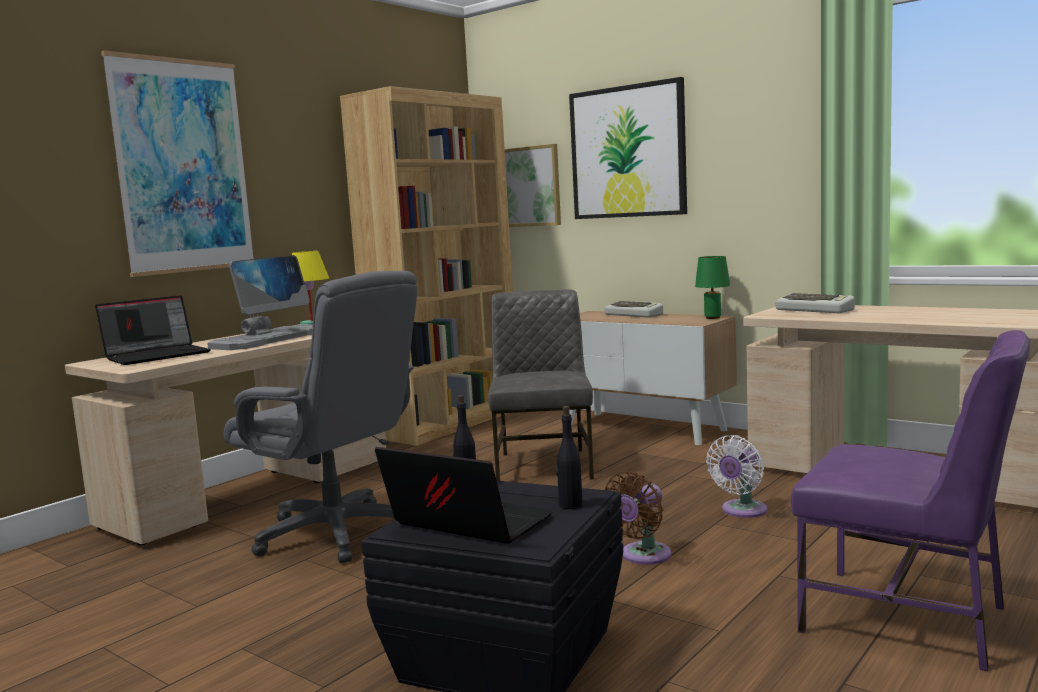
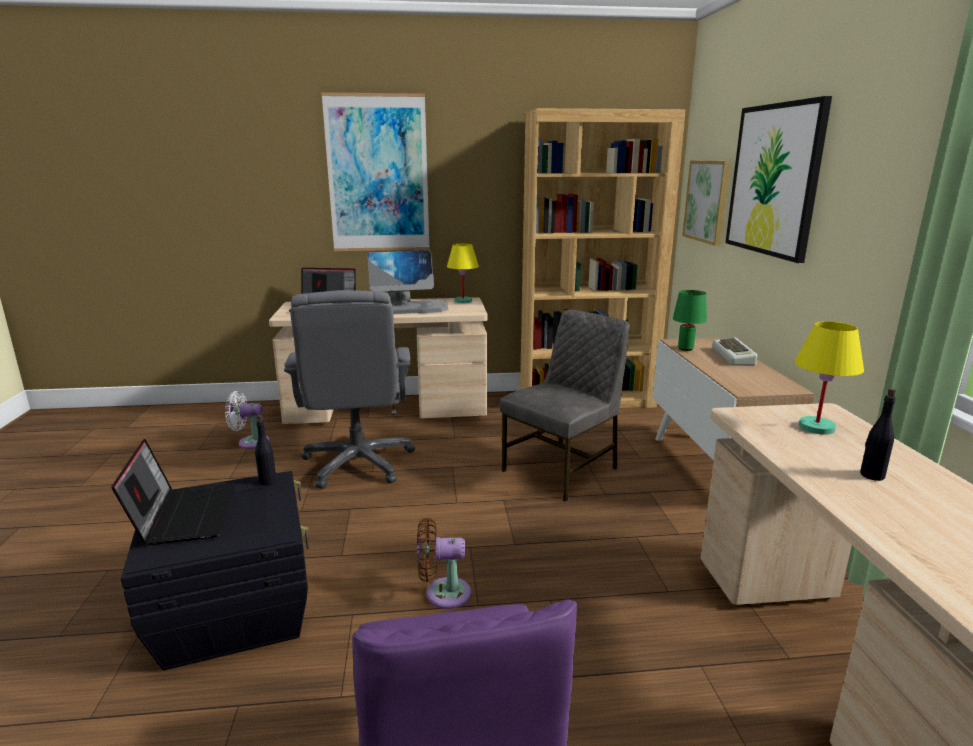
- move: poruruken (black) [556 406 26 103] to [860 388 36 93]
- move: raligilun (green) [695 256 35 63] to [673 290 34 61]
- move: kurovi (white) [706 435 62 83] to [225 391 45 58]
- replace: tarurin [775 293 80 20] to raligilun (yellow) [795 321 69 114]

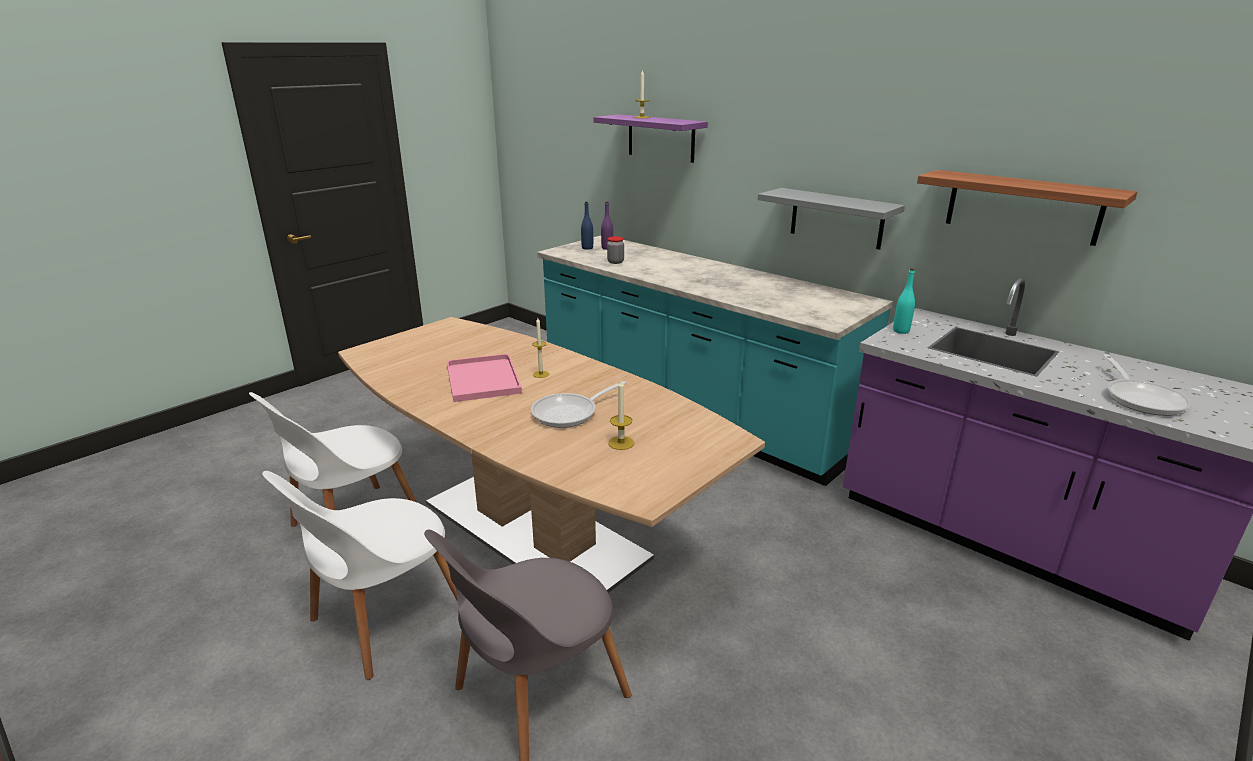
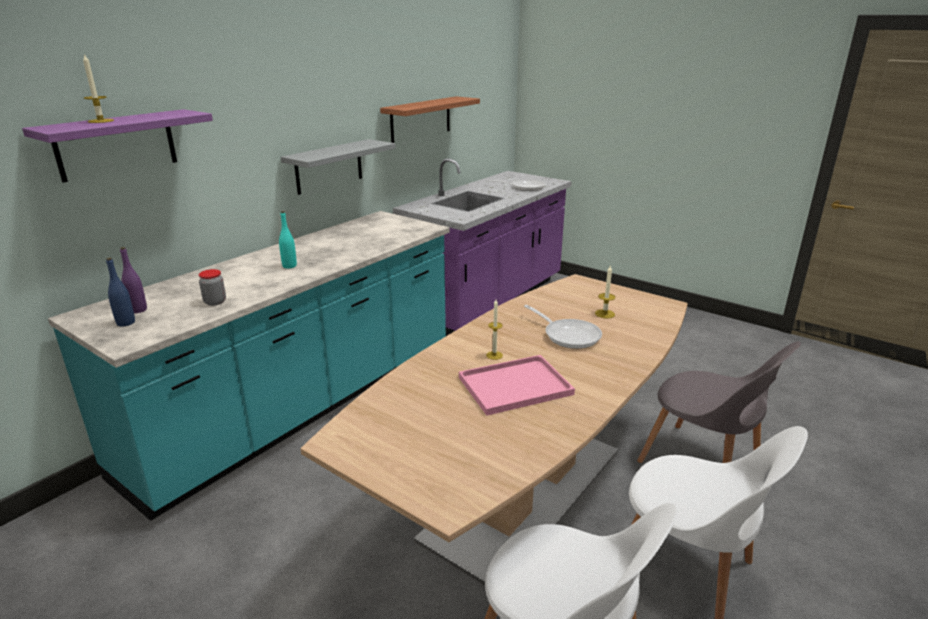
- move: poruruken (turquoise) [893 268 22 66] to [279 211 18 58]

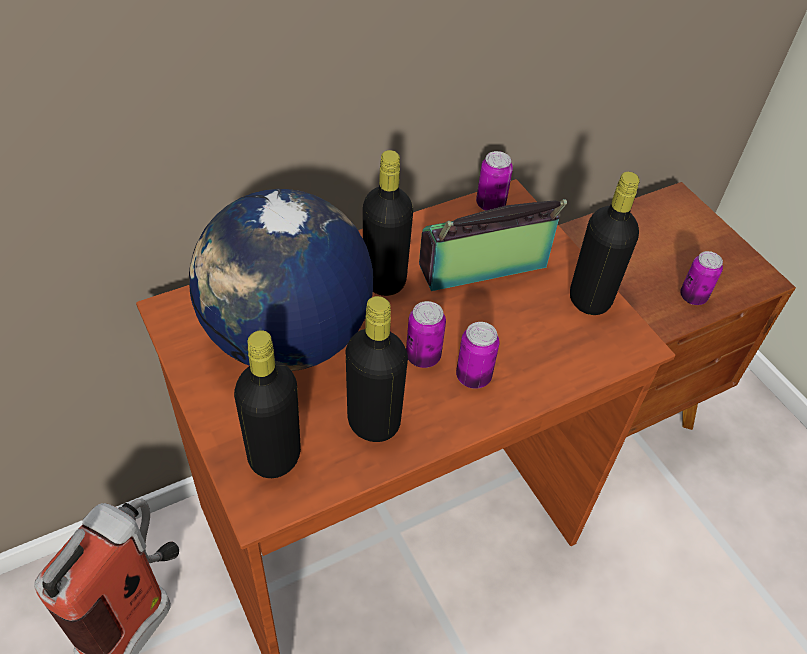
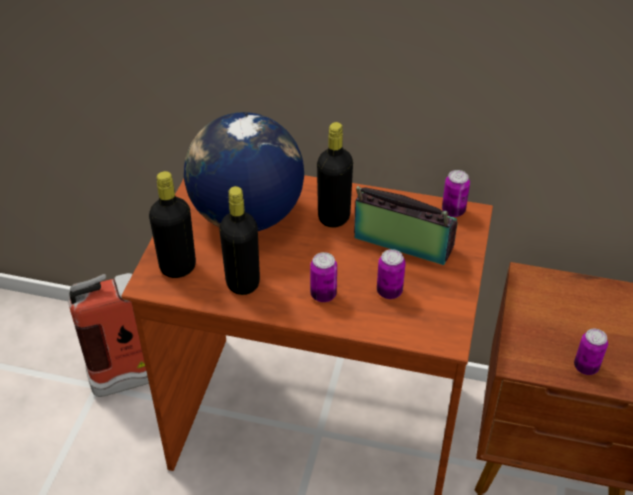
- delete: poruruken (black) [570 172 70 143]
- move: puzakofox [406 301 40 67] to [377 249 29 50]

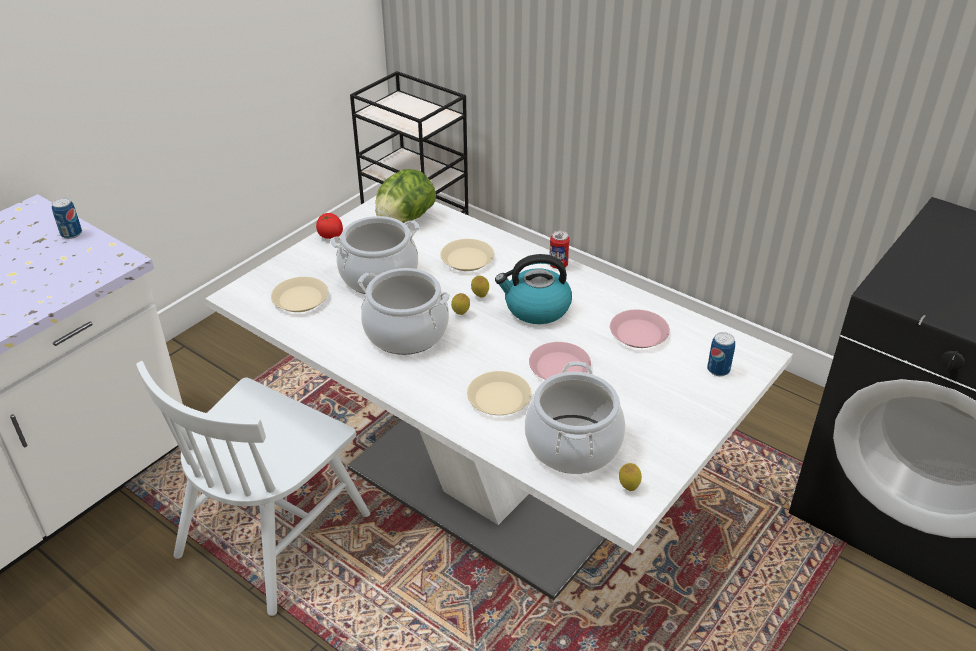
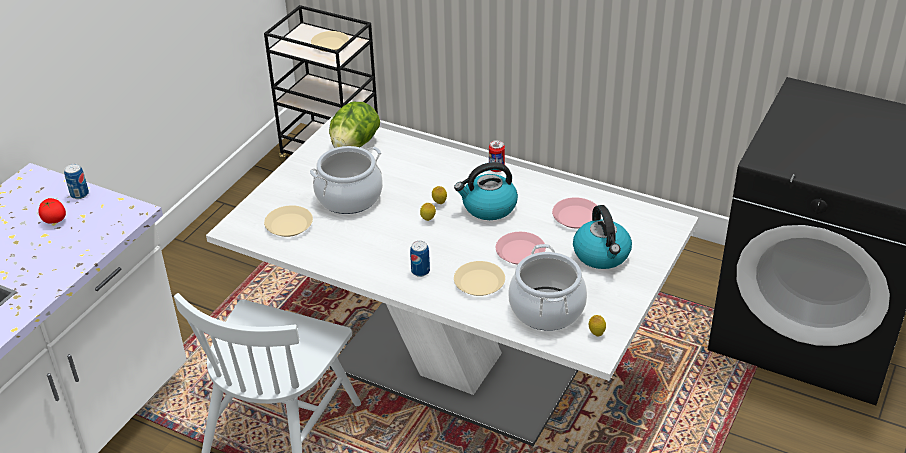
- delete: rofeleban [358 268 92 87]
- insert: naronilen [573 205 59 64]
- move: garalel [316 213 27 26] to [38 198 28 26]
- move: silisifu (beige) [440 239 54 32] to [311 31 38 21]
- move: puzakofox [707 332 28 44] to [410 241 20 36]

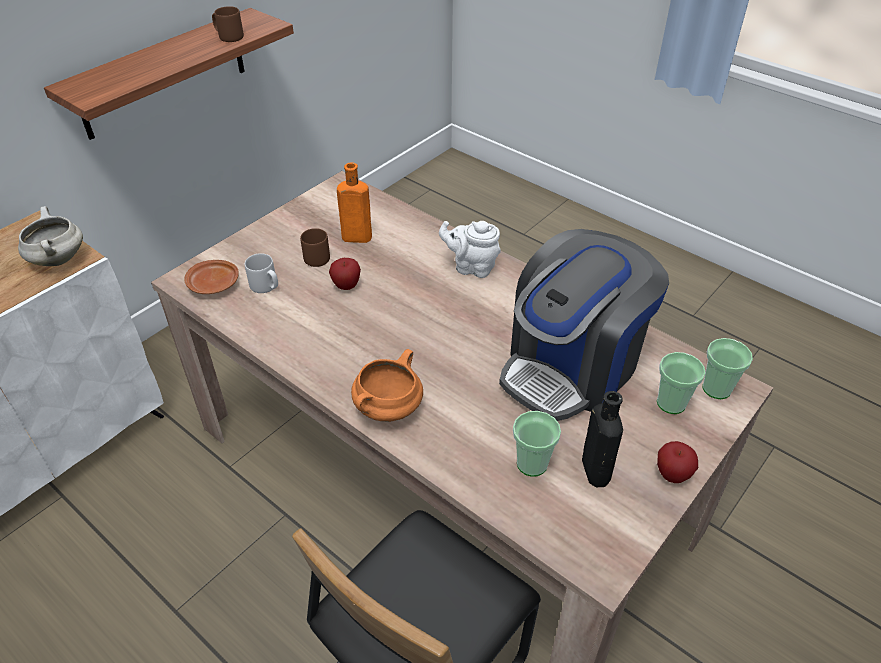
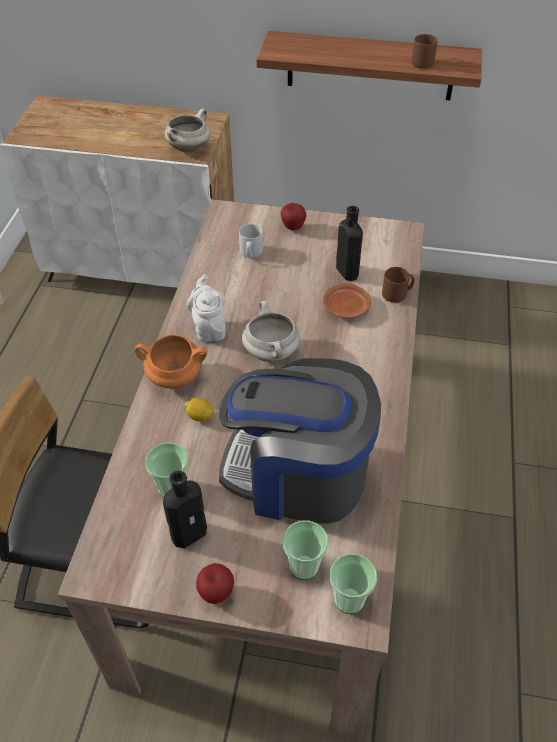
- insert: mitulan [185 398 29 24]
- insert: rofeleban (white) [242 301 58 61]
- move: silisifu (brown) [185 260 54 34] to [323 283 48 35]
- move: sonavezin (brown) [300 228 30 39] to [382 267 33 36]
- move: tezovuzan [329 258 32 32] to [281 203 26 27]
- move: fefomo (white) [439 221 62 57] to [186 275 40 67]
- recolor: poruruken (orange) [337 162 35 81] to poruruken (black) [336 206 27 75]

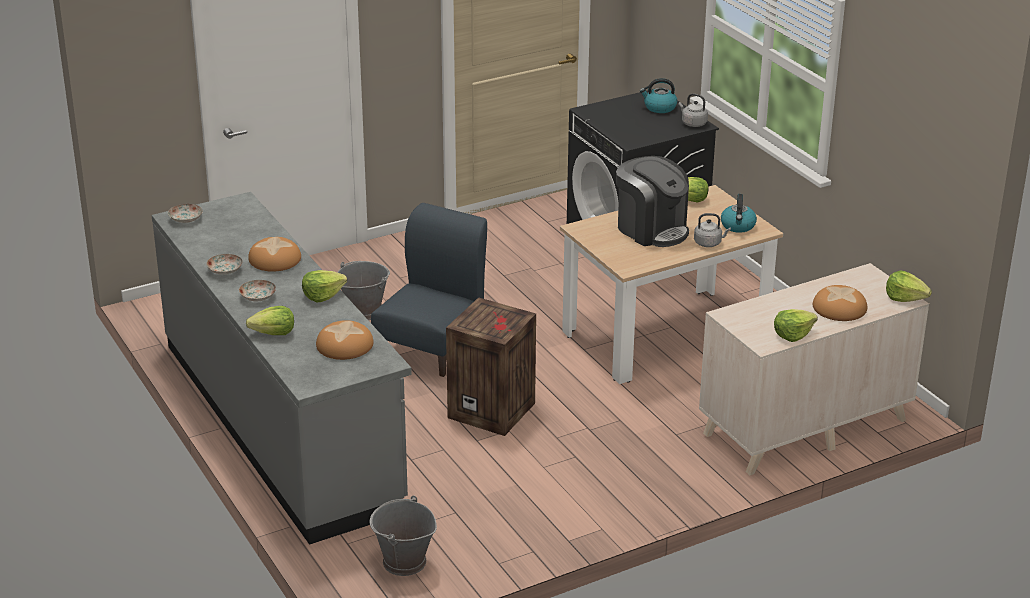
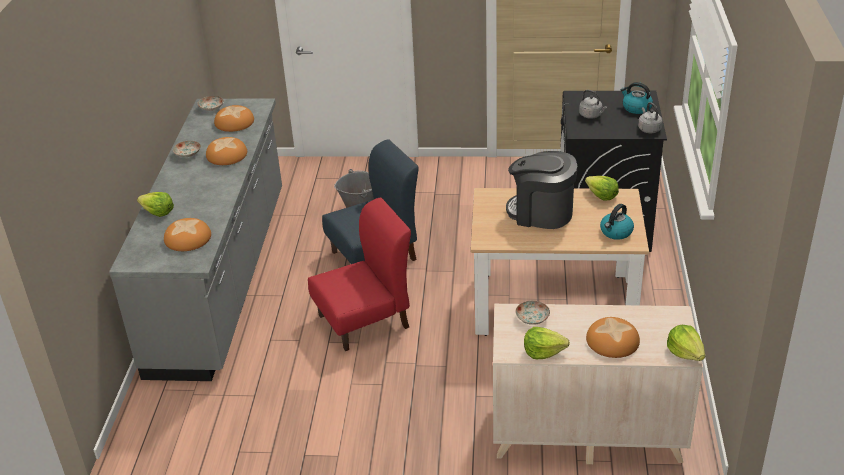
- delete: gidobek [302 270 45 32]
- delete: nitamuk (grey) [370 496 67 80]
- insert: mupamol [214 105 40 27]
- move: silisifu [239 280 37 21] to [516 301 34 24]
- move: naronilen (grey) [694 213 37 34] to [579 90 28 29]
- replace: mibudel [446 297 90 139] to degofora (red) [308 198 103 153]
- rotate: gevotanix [616 156 73 91] = [506 151 71 78] 120 degrees clockwise

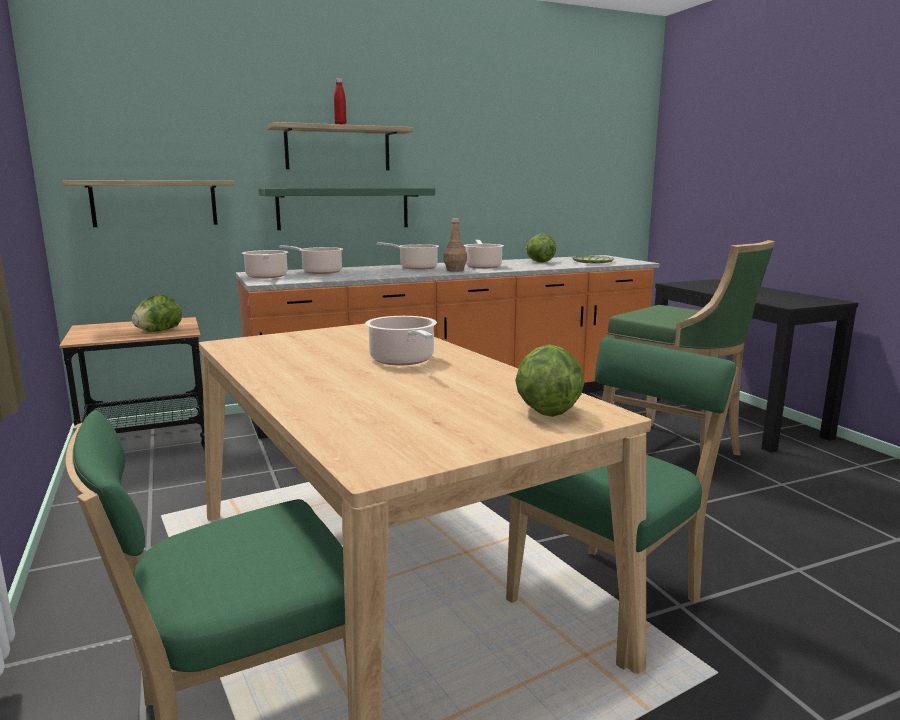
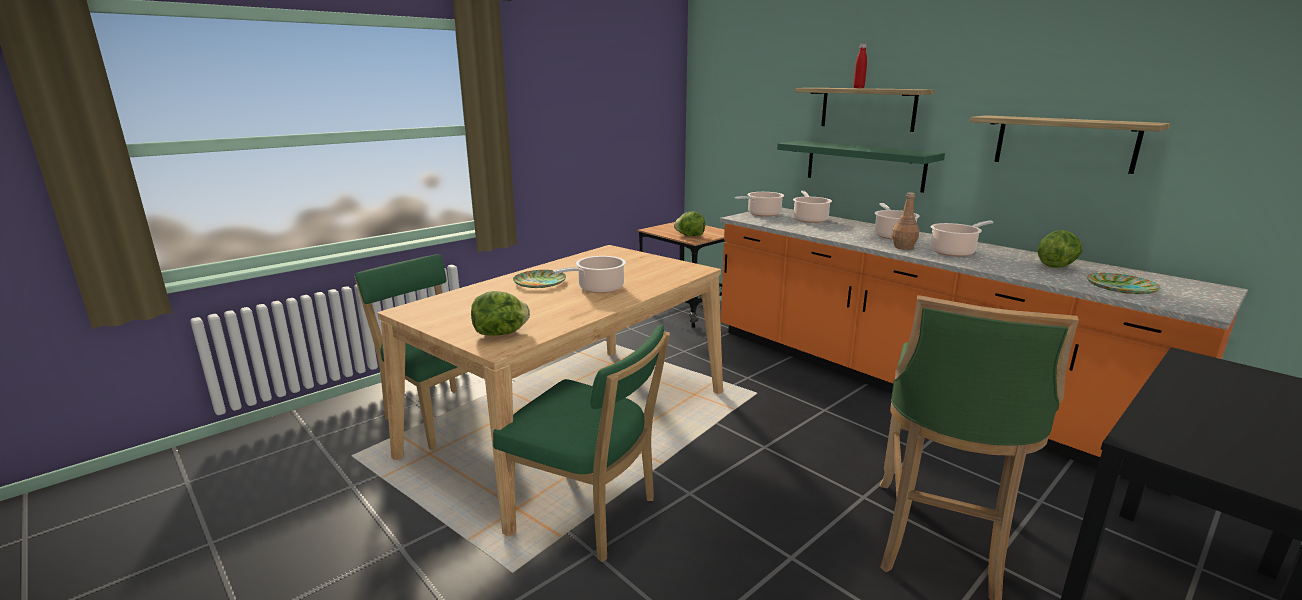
- insert: silisifu [513 270 53 18]
- move: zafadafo [62 180 172 47] to [970 115 201 59]

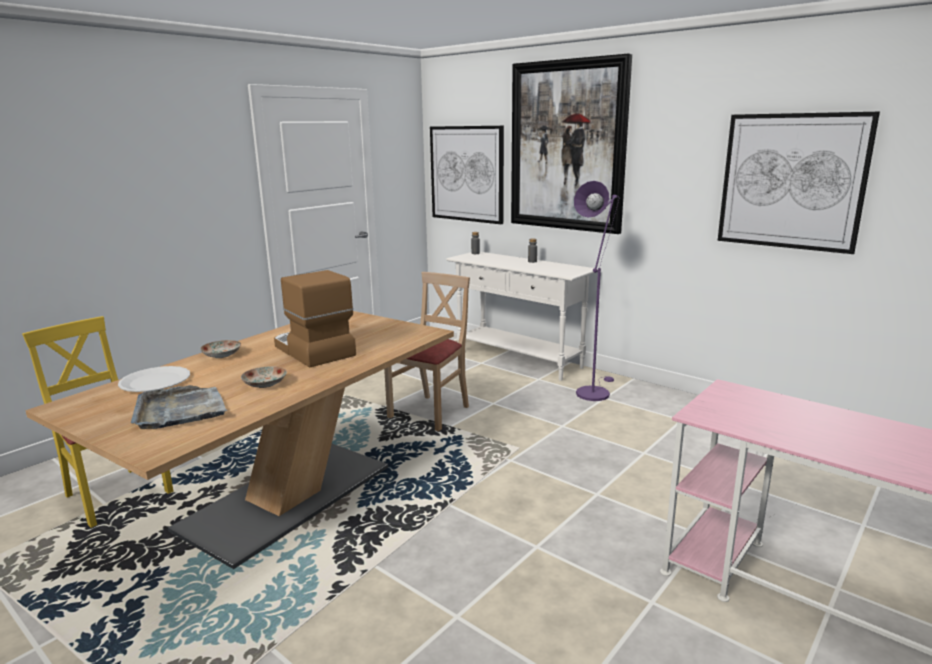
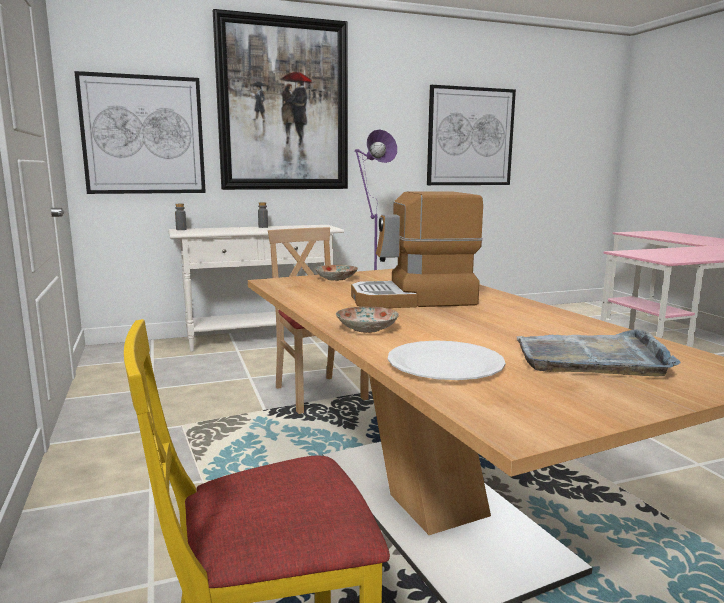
- move: silisifu [241 366 46 22] to [315 265 43 16]

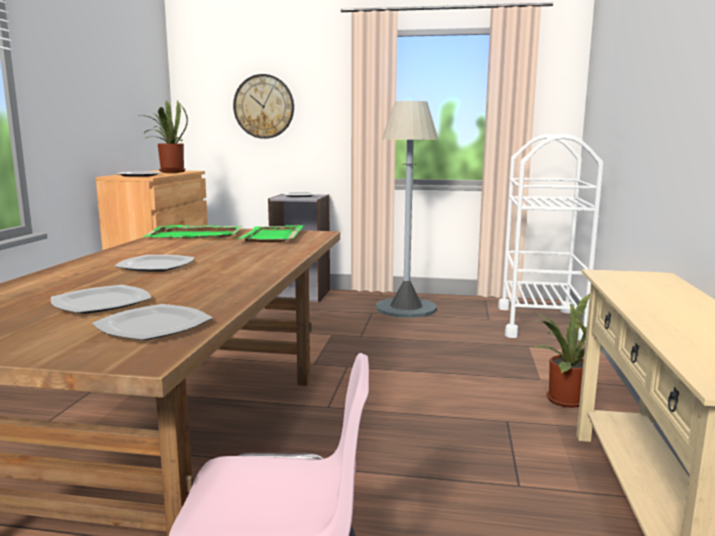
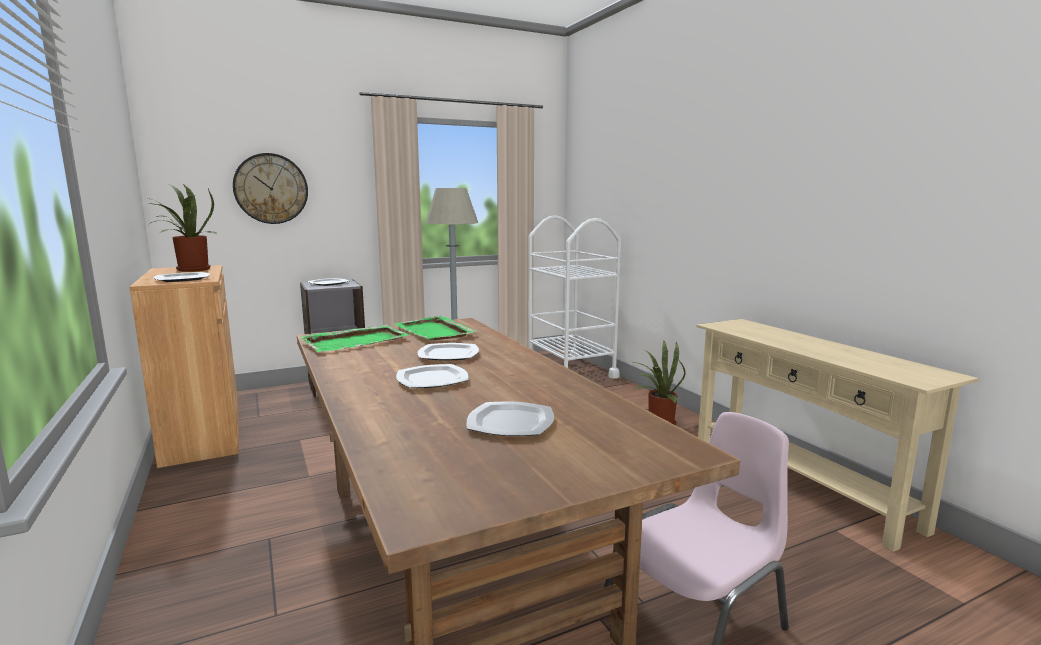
- move: silisifu [92 304 121 36] to [418 343 61 18]

